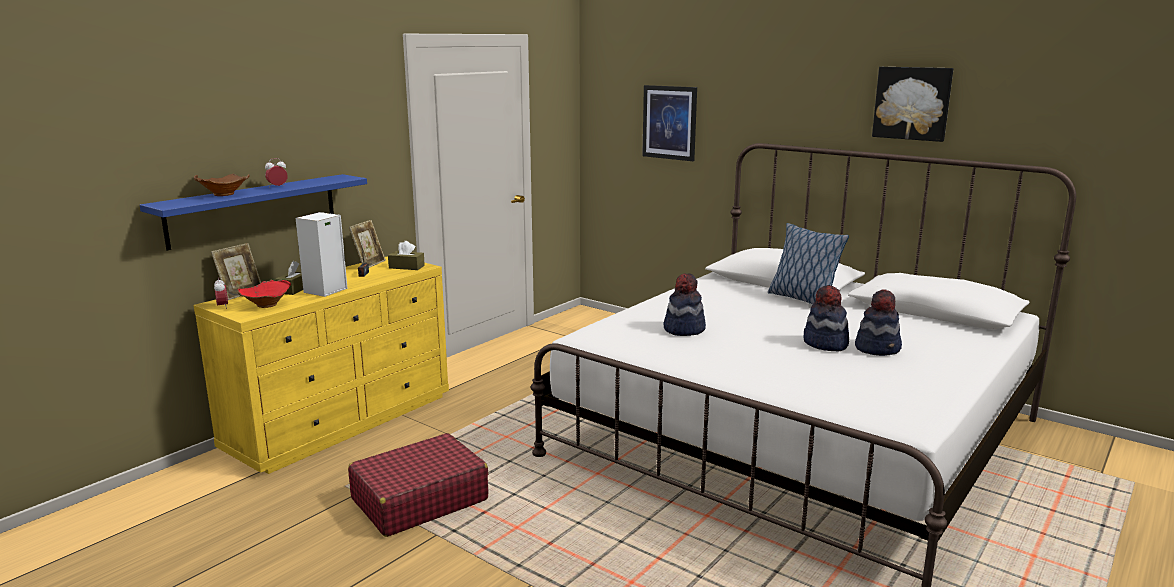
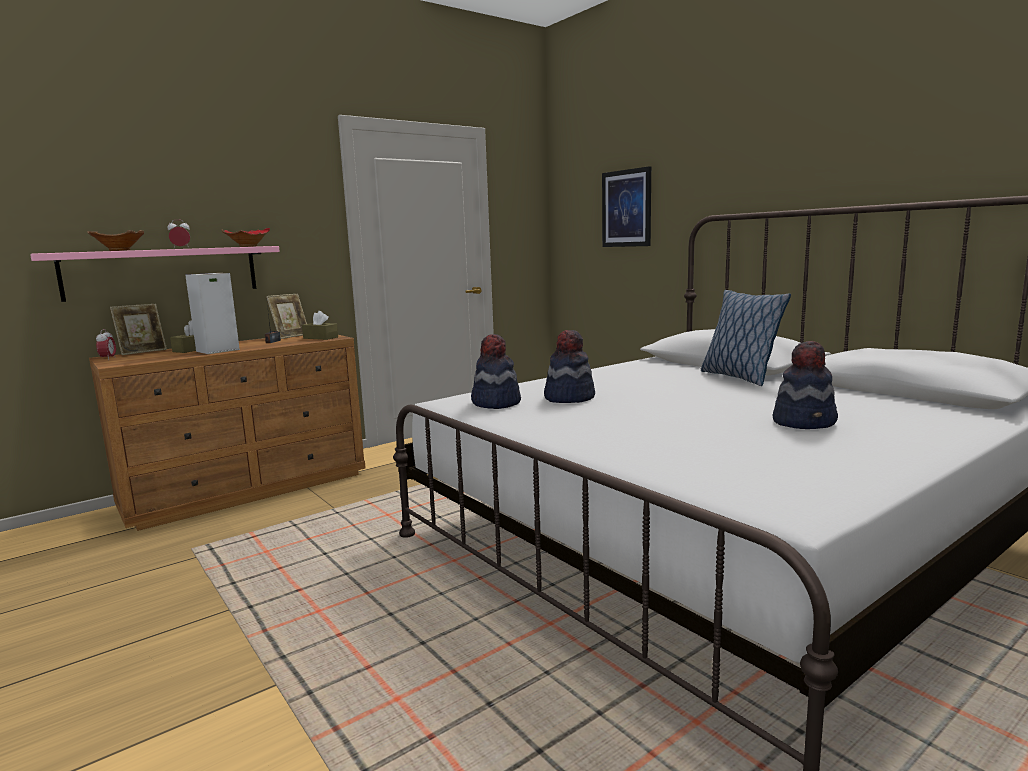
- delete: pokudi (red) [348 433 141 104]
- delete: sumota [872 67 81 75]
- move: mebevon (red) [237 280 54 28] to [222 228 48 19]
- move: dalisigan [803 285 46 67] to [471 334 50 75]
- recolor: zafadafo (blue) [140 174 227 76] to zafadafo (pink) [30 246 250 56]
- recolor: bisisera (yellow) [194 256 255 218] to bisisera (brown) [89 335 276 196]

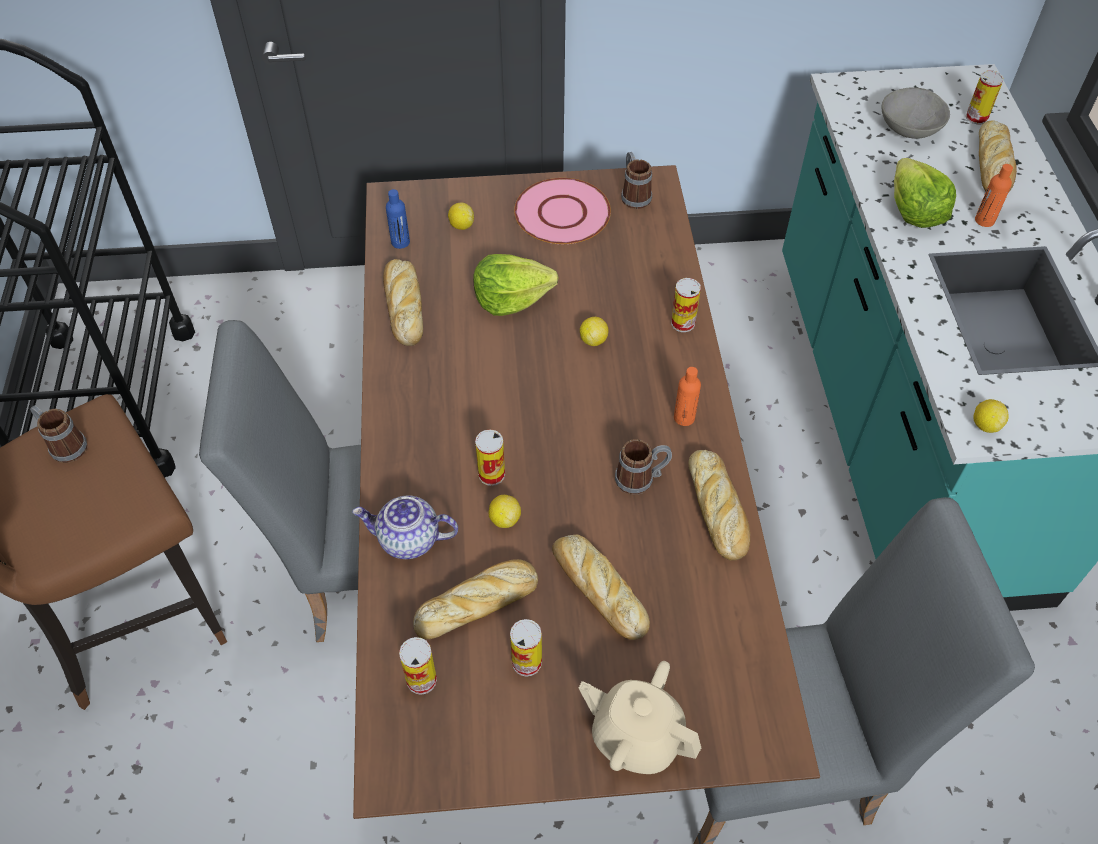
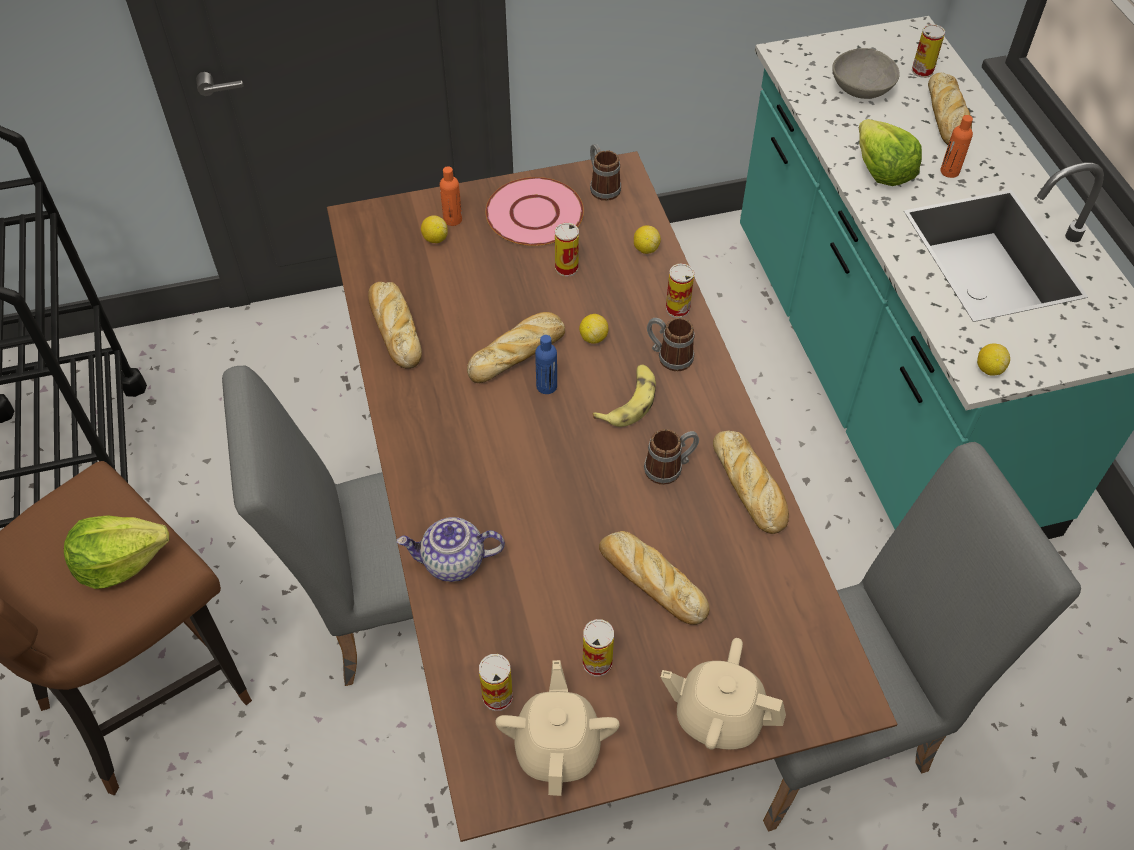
- insert: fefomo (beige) [495 660 125 136]
- insert: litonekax [593 364 63 63]
- move: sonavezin [30 405 58 58] to [647 318 48 54]
- move: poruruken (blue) [386 189 24 60] to [535 335 22 59]
- move: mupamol [413 559 125 80] to [467 312 98 71]
- move: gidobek [473 254 86 62] to [64 515 105 74]
- move: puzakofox [475 429 30 57] to [555 223 24 54]
- move: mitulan [488 495 33 33] to [634 226 27 28]
- move: poruruken (orange) [674 367 27 59] to [440 166 22 60]

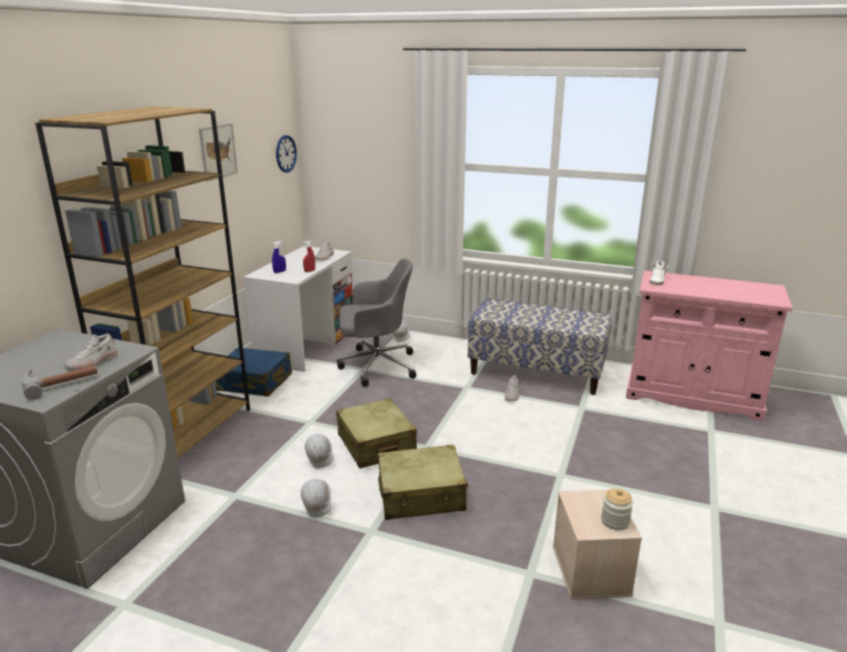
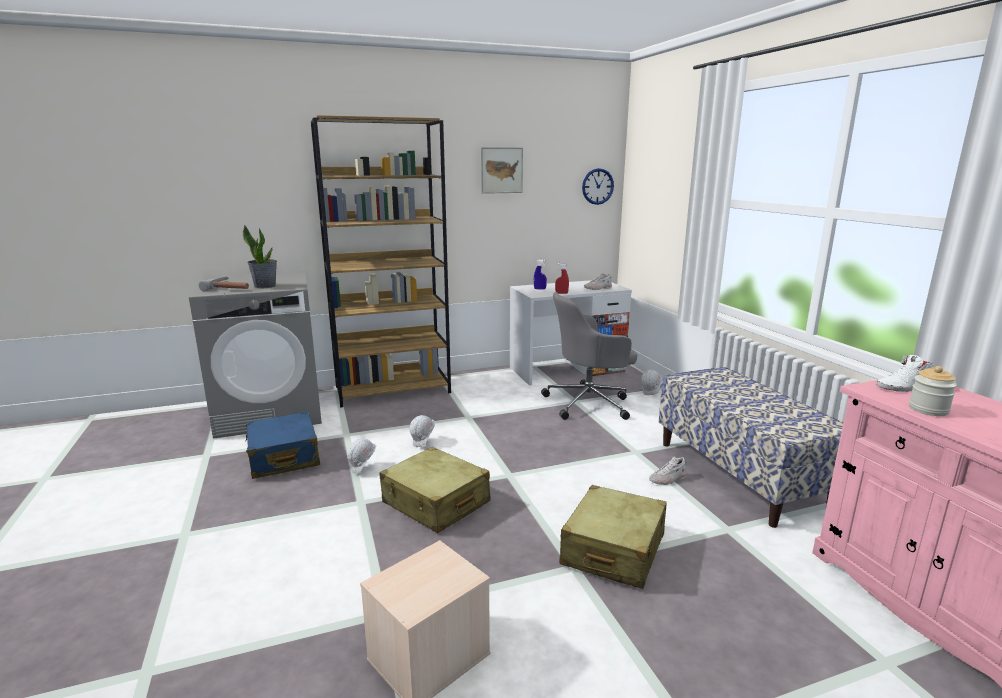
- move: pokudi (blue) [215 348 77 49] to [245 411 75 68]
- move: pokudi (beige) [336 398 81 70] to [560 485 107 104]
- move: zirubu [601 488 32 42] to [909 366 48 50]
- replace: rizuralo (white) [64 333 54 37] to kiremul [242 225 35 63]
- rotate: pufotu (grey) [337 258 79 129] = [541 292 96 128] 120 degrees clockwise

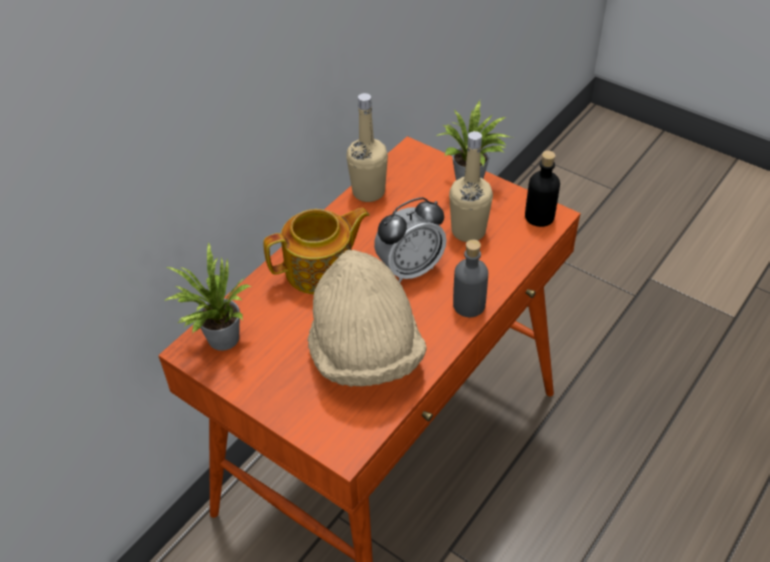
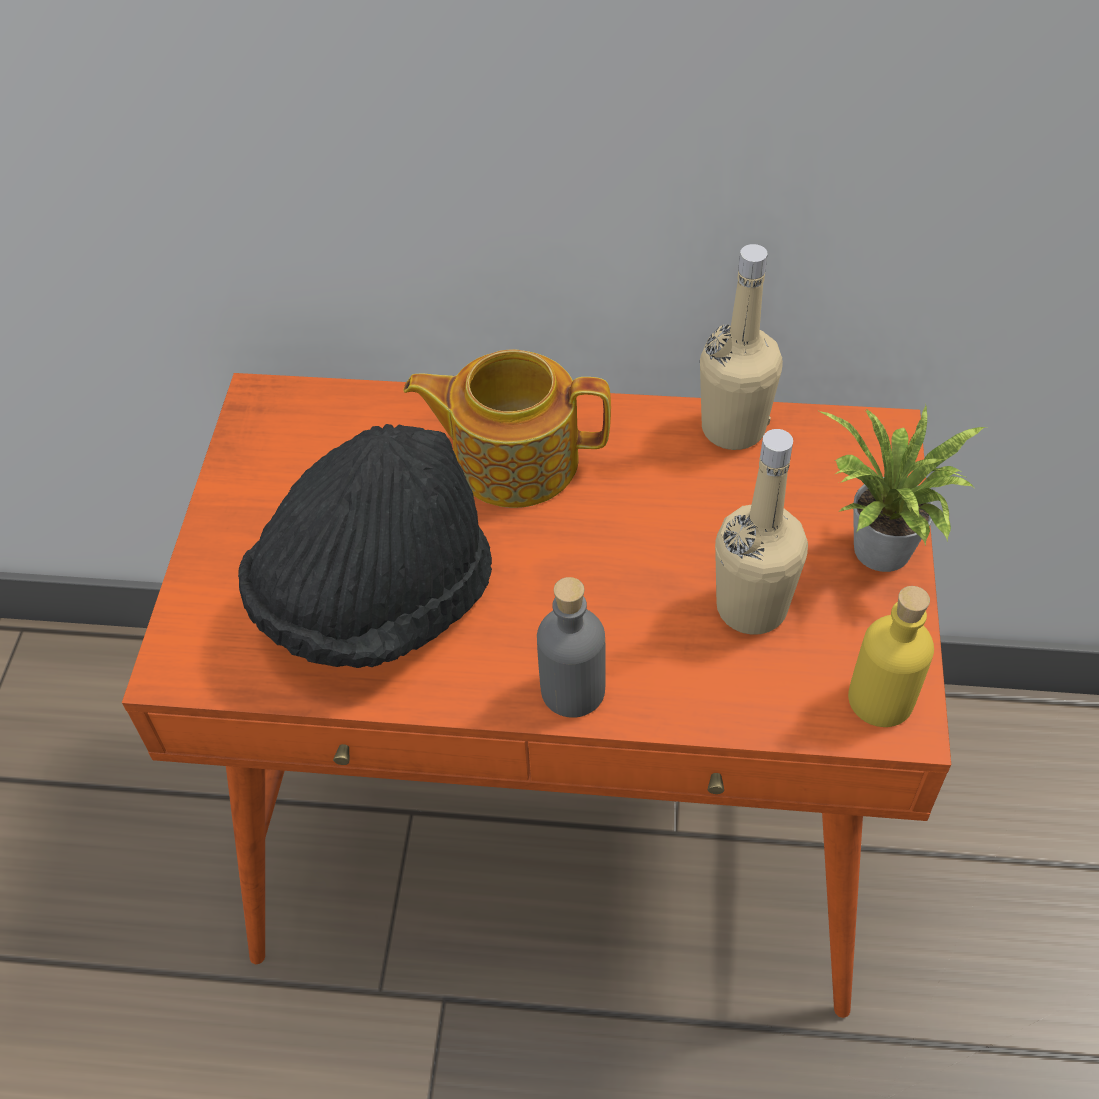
- delete: kiremul [164 242 87 109]
- delete: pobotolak [374 197 72 86]
- recolor: dalisigan (beige) [307 250 120 137] to dalisigan (black) [238 424 254 244]
- recolor: poruruken (black) [525 151 35 76] to poruruken (yellow) [848 586 86 141]
- rotate: fefomo [263 208 107 86] = [403 349 208 159] 150 degrees clockwise

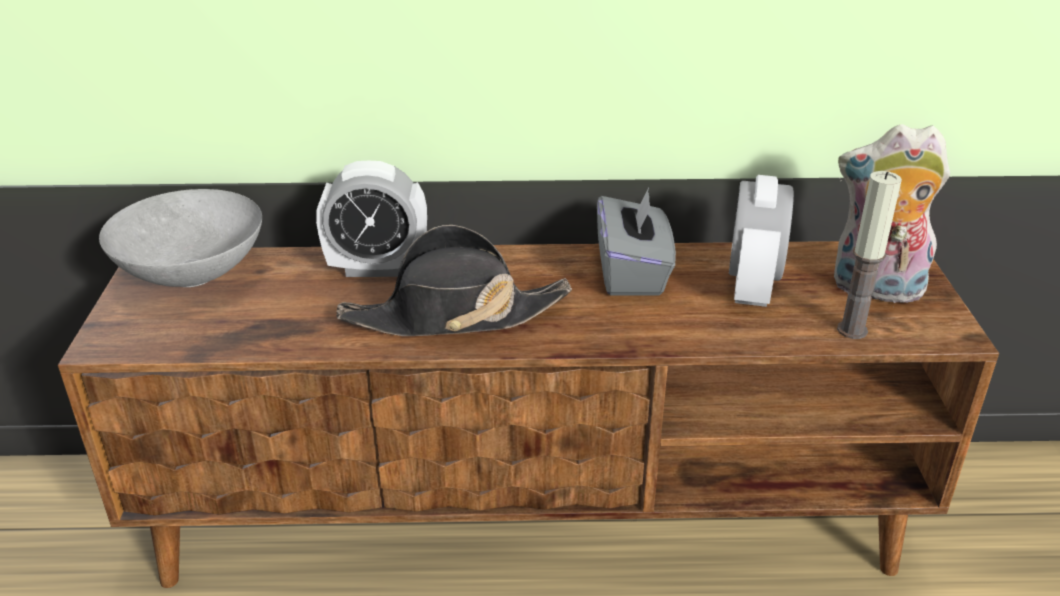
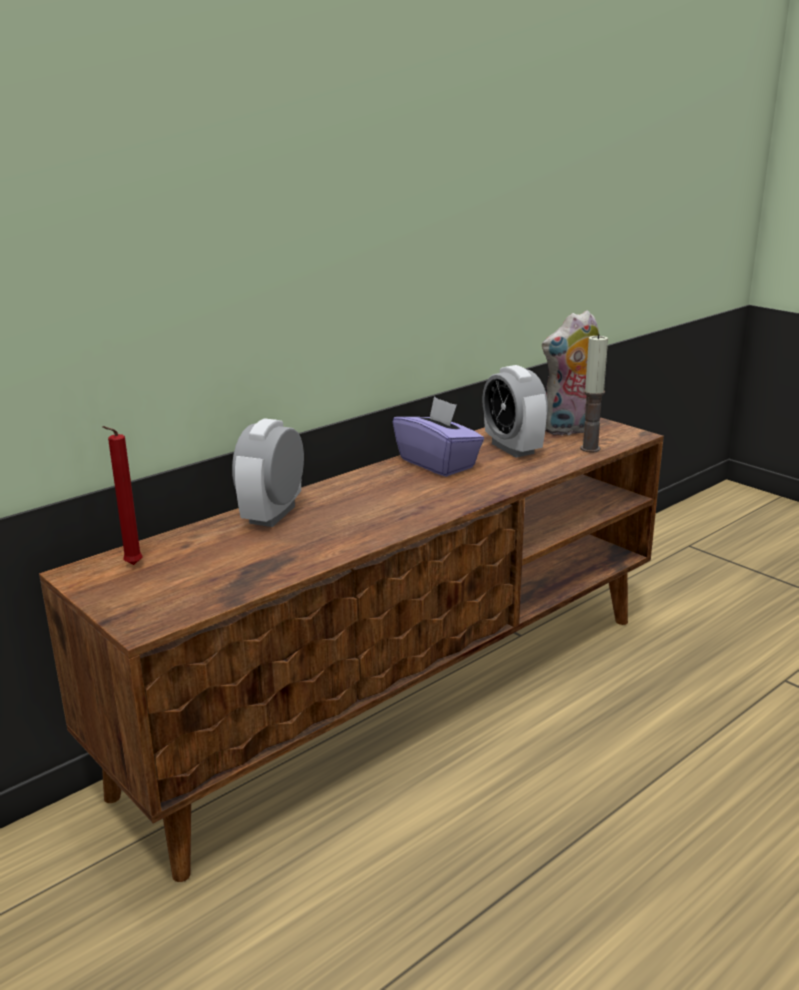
- delete: dalisigan (black) [336 225 236 111]
- replace: mebevon (grey) [99 189 163 98] to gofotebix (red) [102 426 41 139]
- recolor: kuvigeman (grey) [597 187 79 108] to kuvigeman (purple) [393 396 91 81]
- rotate: pobotolak [316 160 111 117] = [232 418 72 109] 150 degrees clockwise

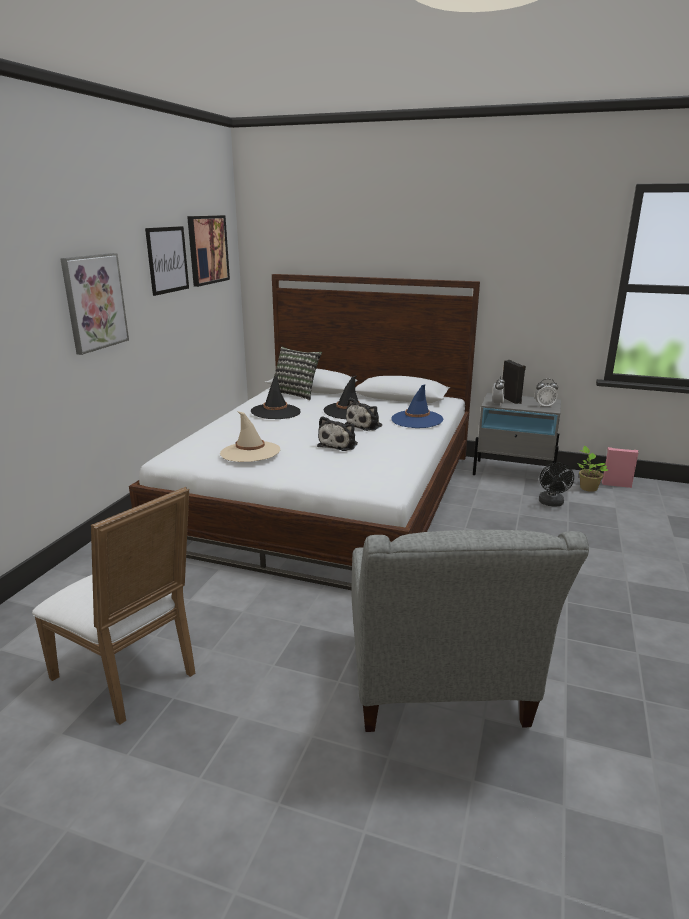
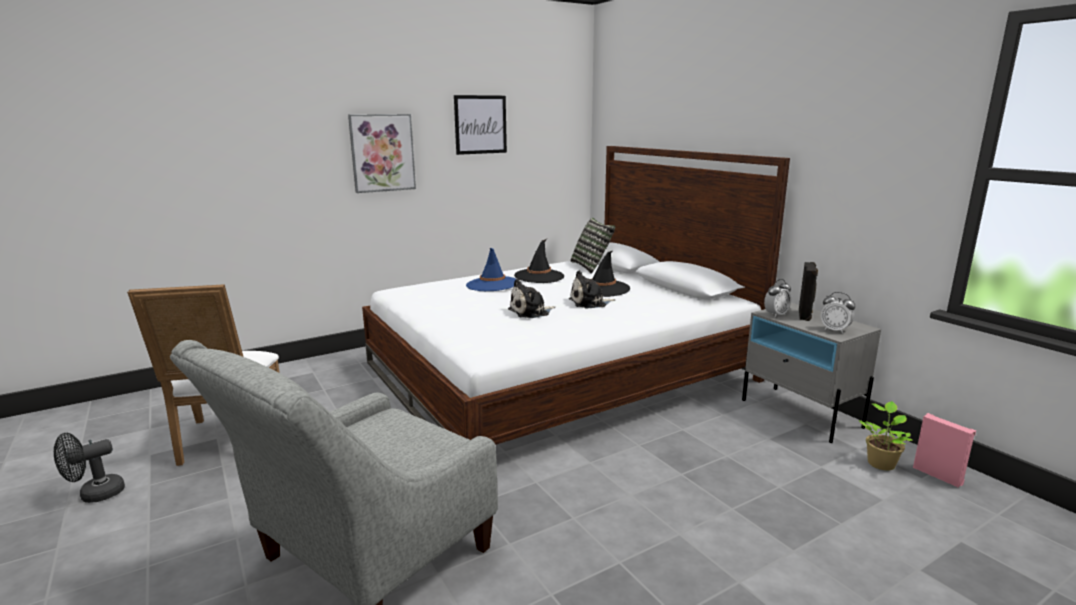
- delete: sumota [187 215 43 72]
- delete: dalisigan (beige) [220 411 60 51]
- move: dalisigan (blue) [392 384 51 44] to [466 248 50 43]
- move: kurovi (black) [539 463 35 43] to [54 433 71 70]

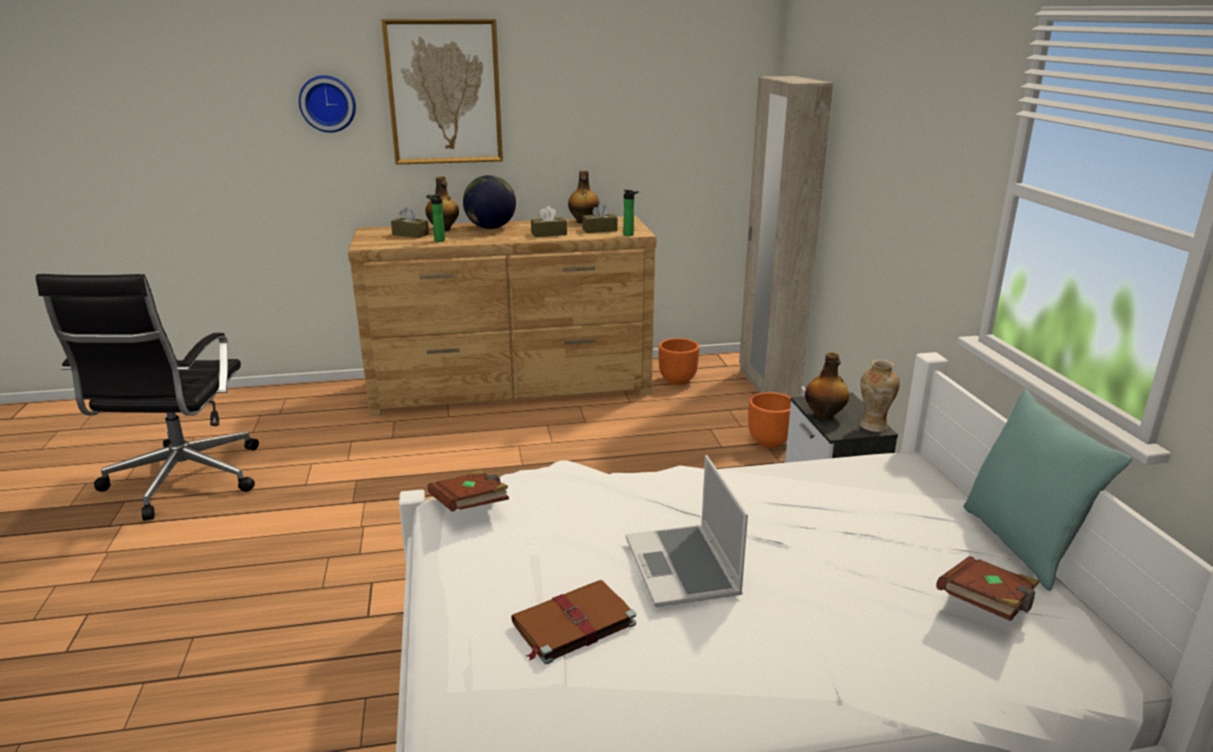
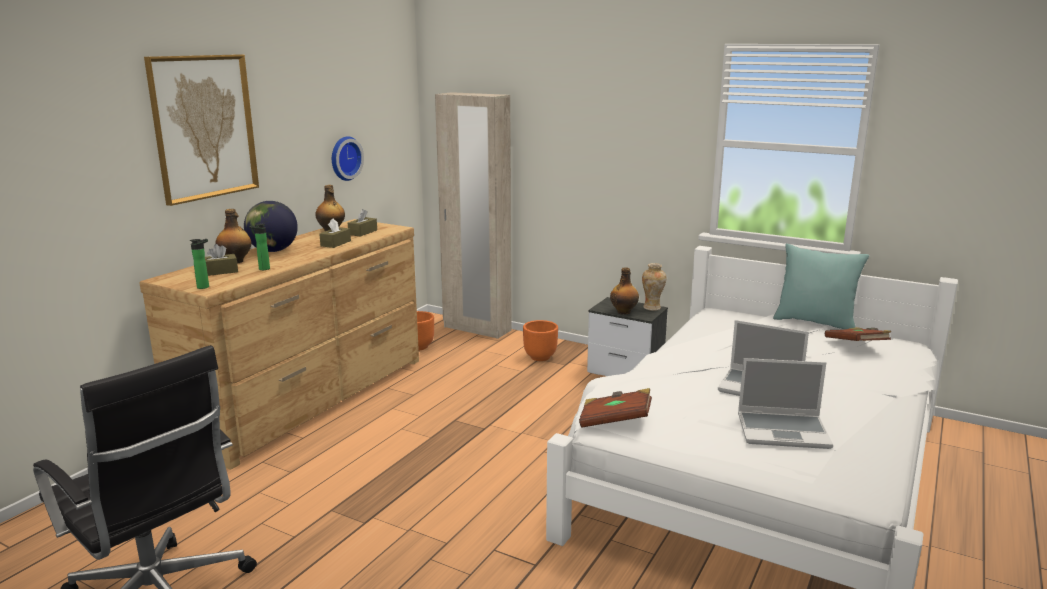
- move: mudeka [299 75 57 58] to [332 136 32 45]
- move: poruruken [623 190 16 46] to [190 239 19 50]
- replace: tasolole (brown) [511 580 125 84] to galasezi [738 358 95 91]

